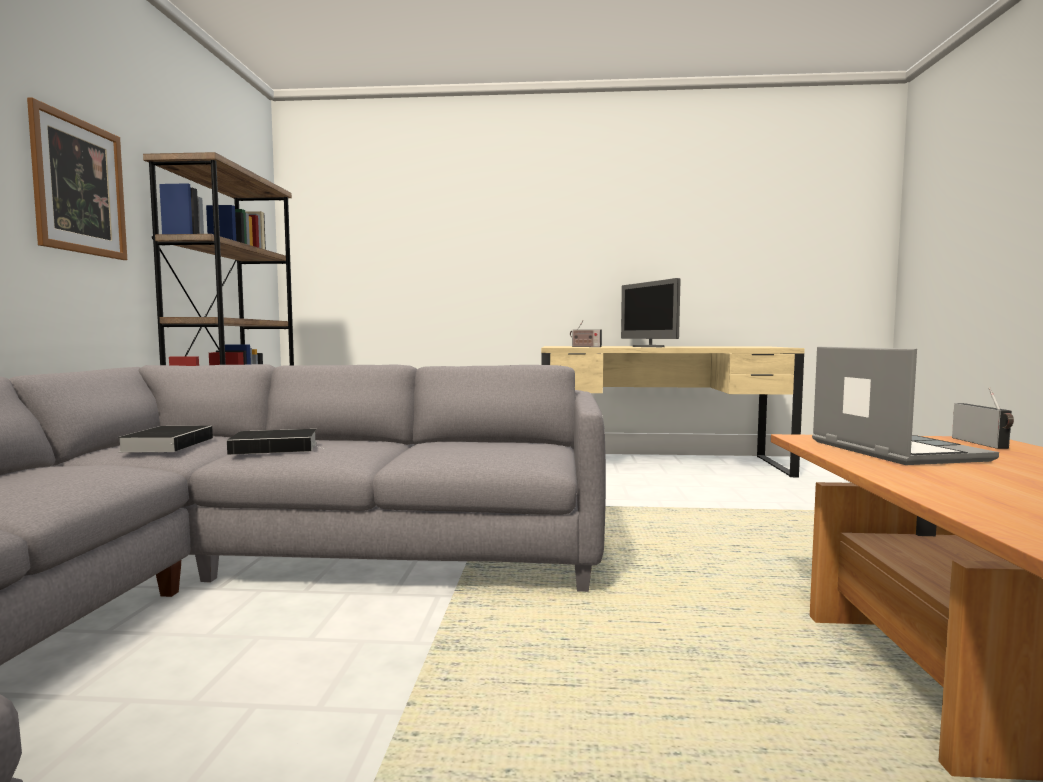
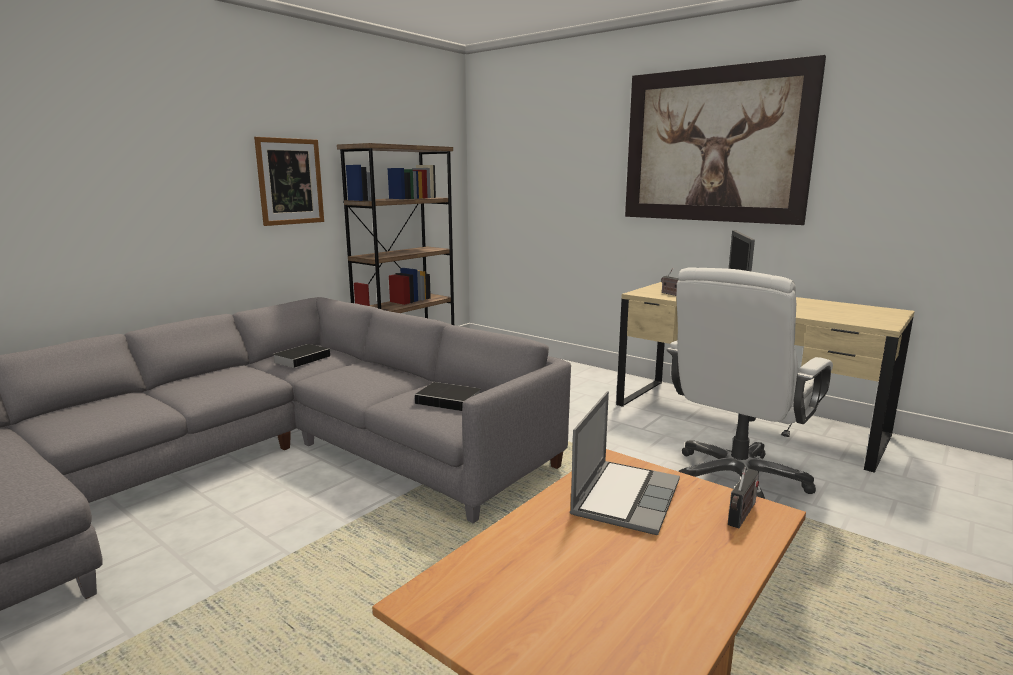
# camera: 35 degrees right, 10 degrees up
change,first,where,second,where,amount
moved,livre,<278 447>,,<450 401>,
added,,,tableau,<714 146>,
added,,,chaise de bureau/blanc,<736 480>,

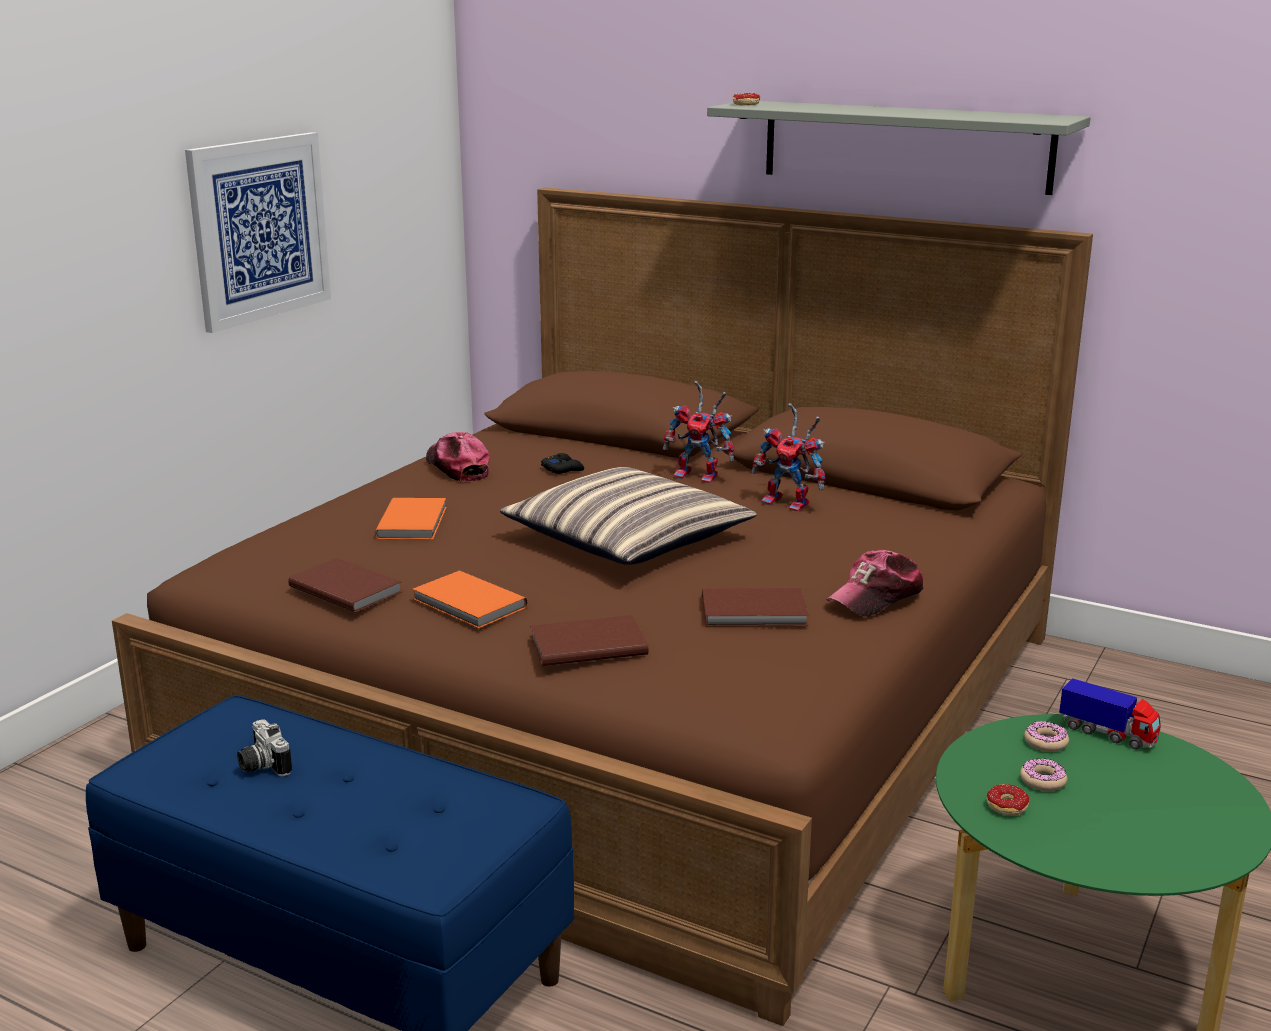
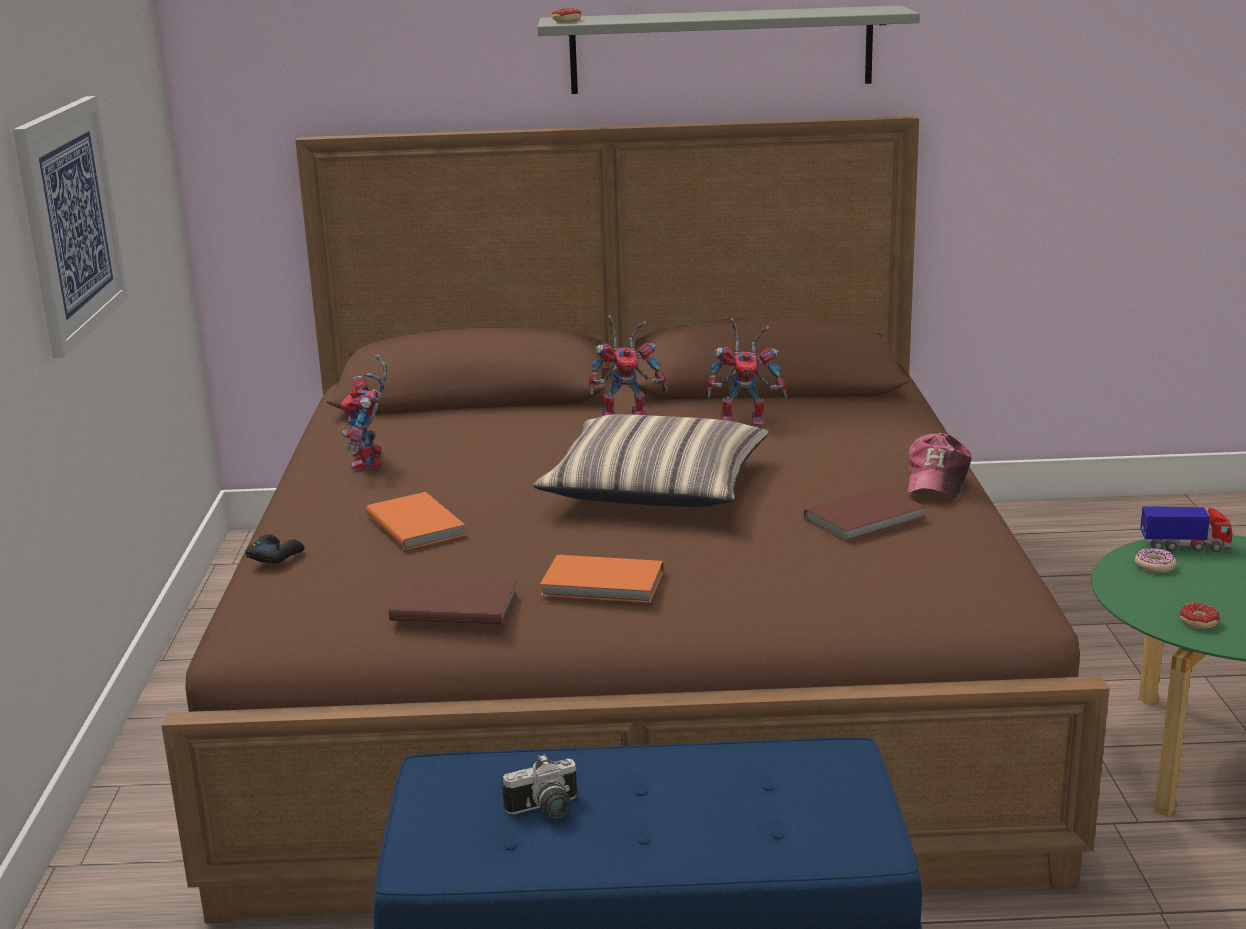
# camera: 30 degrees left, 0 degrees up
change,first,where,second,where,amount
turned,appareil photo,<261 766>,,<546 810>,45 degrees counterclockwise
replaced,casquette,<457 467>,robot jouet,<370 462>,
removed,livre/marron,<586 645>,,,
moved,manette/noir,<562 469>,,<275 555>,
removed,beignet,<1042 781>,,,

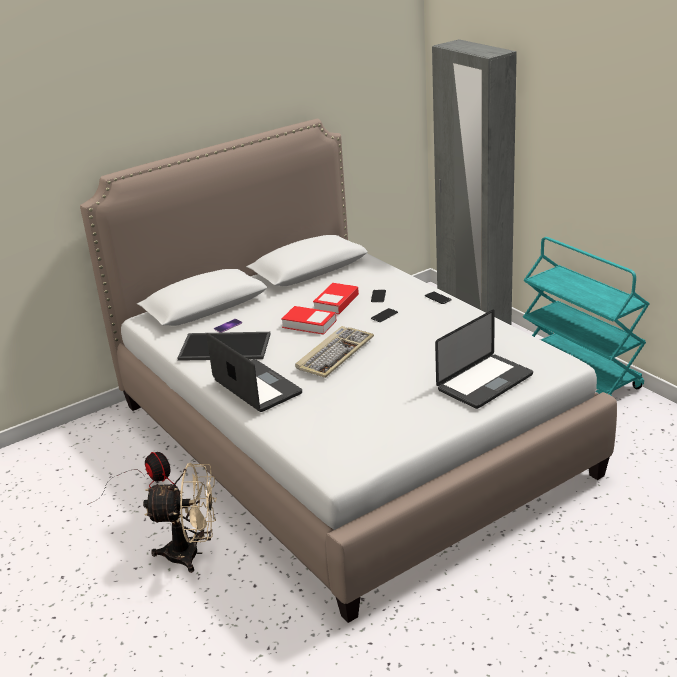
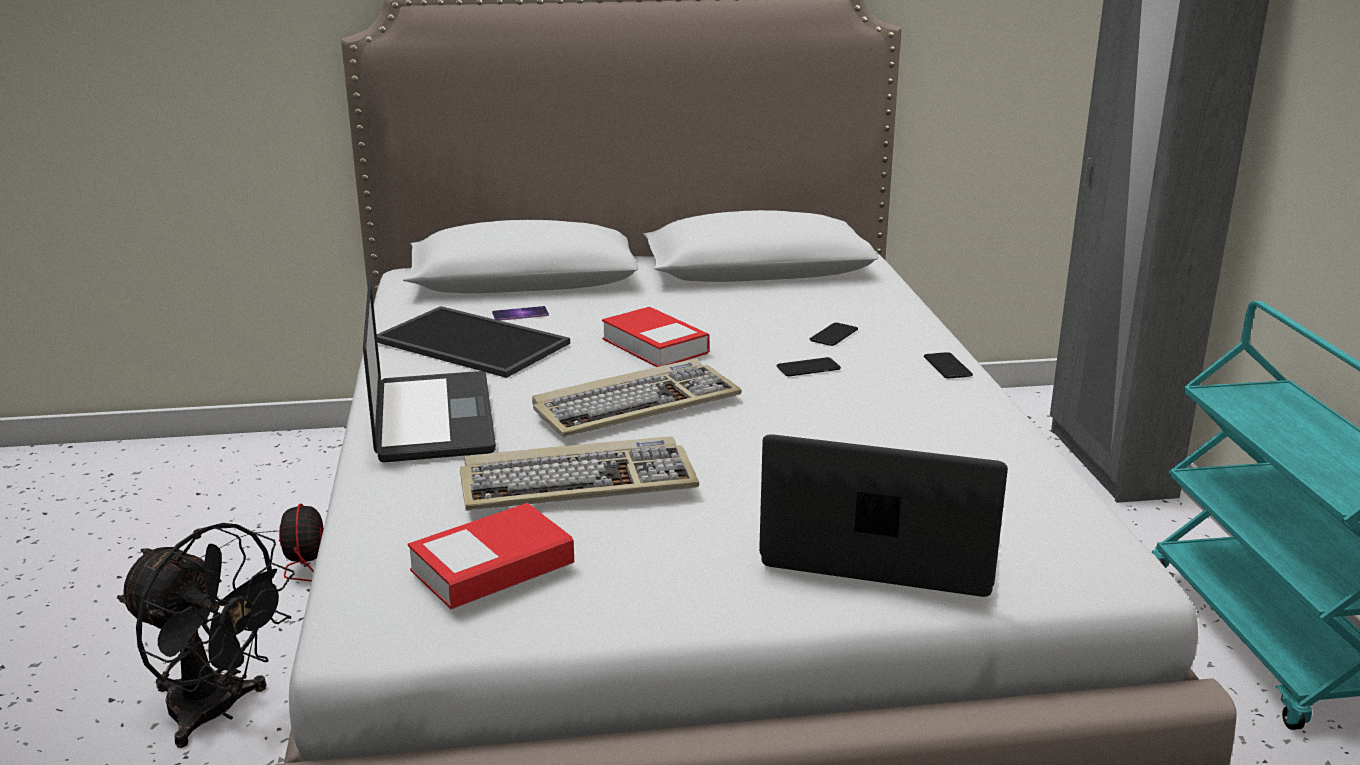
# camera: 25 degrees right, 5 degrees down
change,first,where,second,where,amount
recoloured,ventilateur/beige,<192 554>,ventilateur/noir,<217 712>,
moved,livre,<336 302>,,<492 567>,
turned,ordinateur portable,<485 382>,,<881 550>,150 degrees counterclockwise
added,,,clavier,<579 482>,

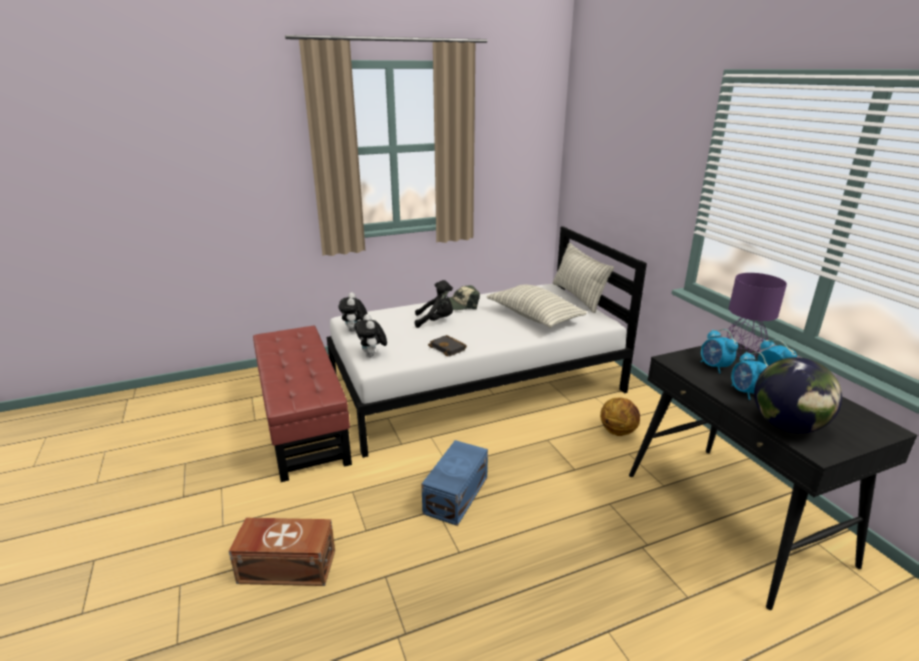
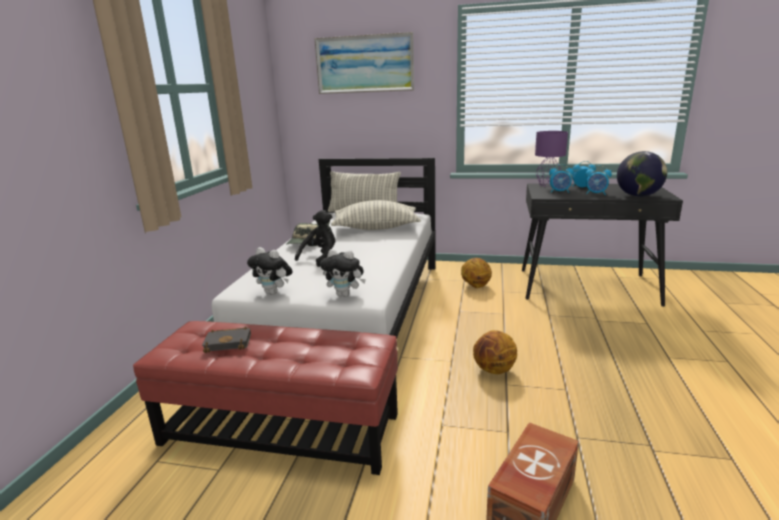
# camera: 55 degrees left, 5 degrees down
change,first,where,second,where,amount
replaced,boîte de rangement/bleu,<454 495>,ballon de basket,<494 370>,
moved,livre/noir,<449 348>,,<229 342>,
added,,,tableau,<365 64>,

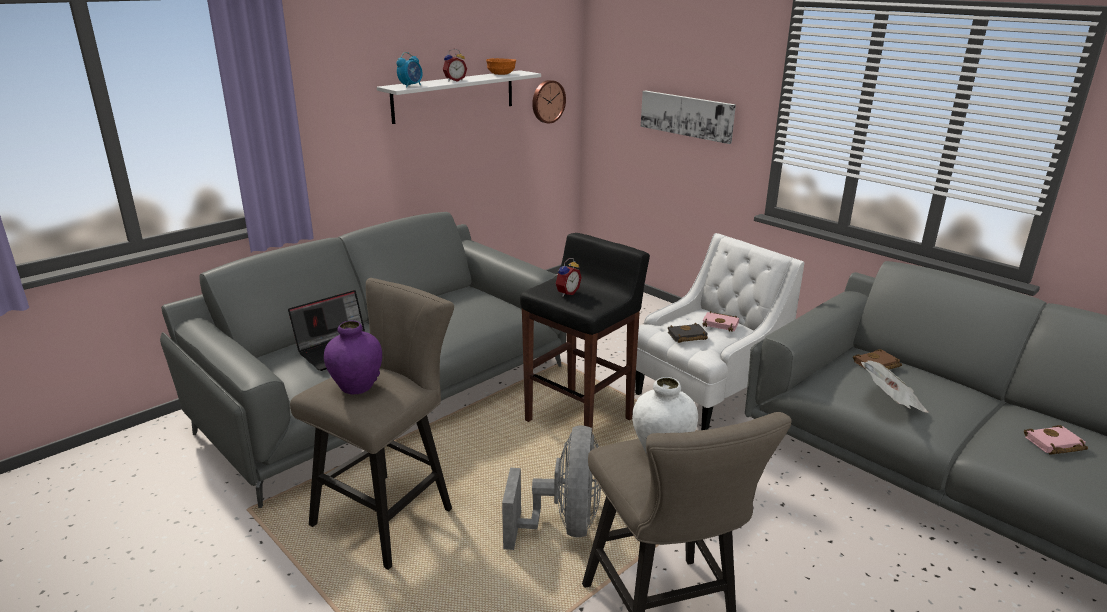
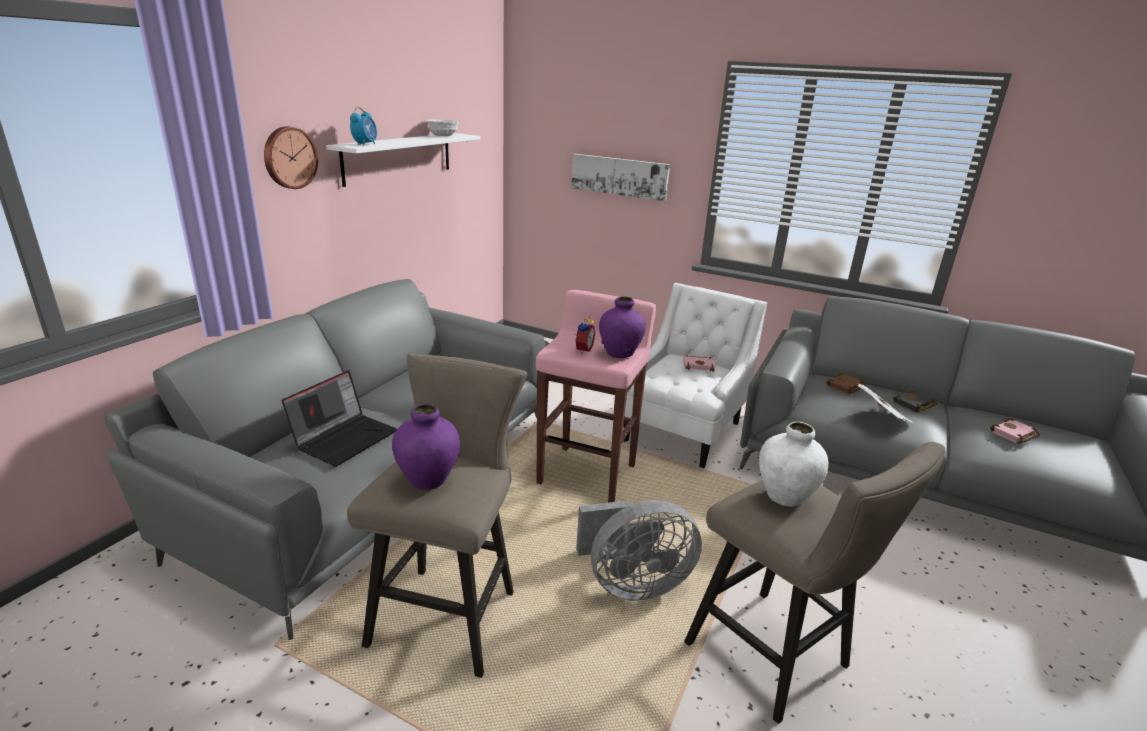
# camera: 20 degrees left, 0 degrees up
change,first,where,second,where,amount
removed,réveil,<454 80>,,,
recoloured,bol/orange,<501 74>,bol/blanc,<443 136>,
turned,ventilateur/gris,<564 525>,,<632 584>,90 degrees clockwise
recoloured,tabouret/noir,<580 419>,tabouret/rose,<588 473>,
moved,horloge murale,<547 101>,,<289 157>,
moved,livre/noir,<686 337>,,<914 405>,
added,,,vase/violet,<620 354>,

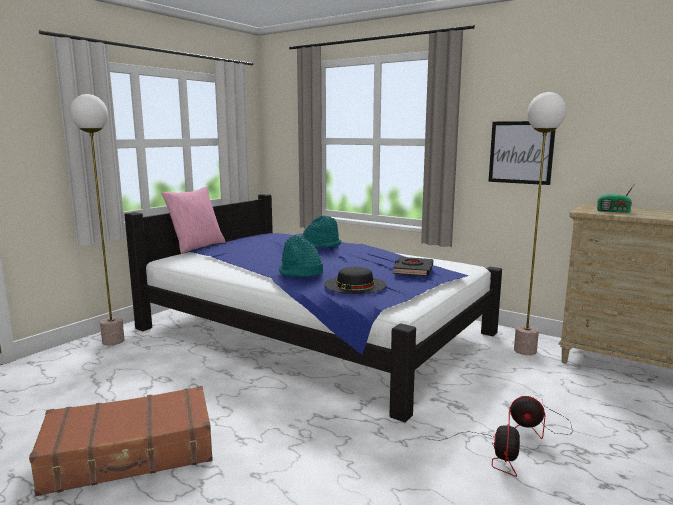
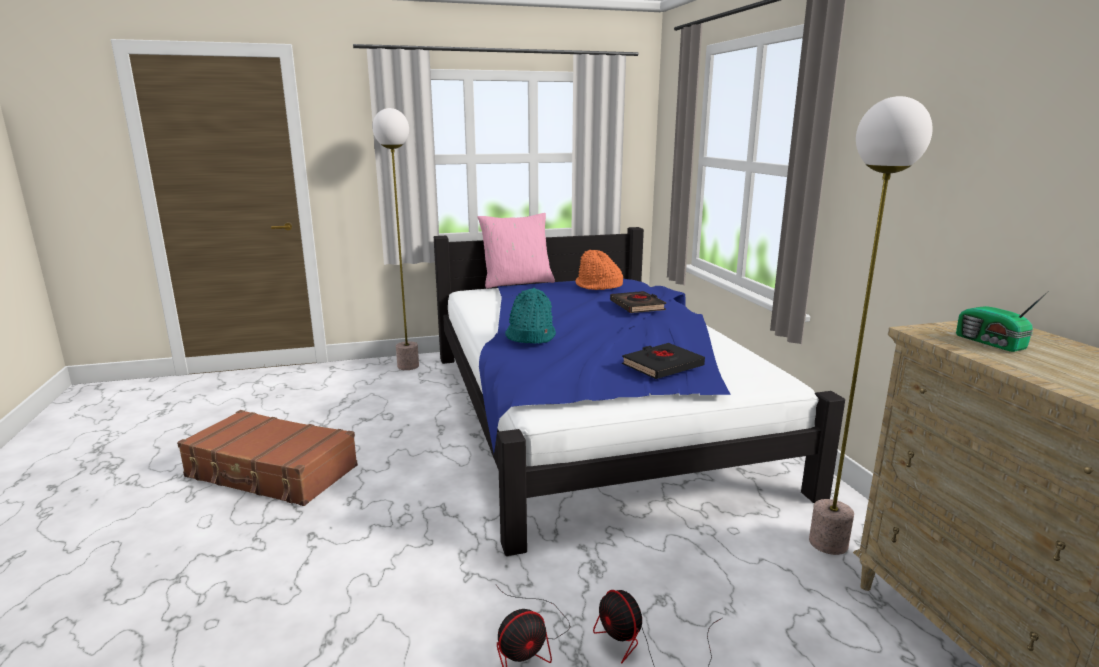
# camera: 40 degrees right, 5 degrees up
change,first,where,second,where,amount
replaced,chapeau/turquoise,<322 245>,livre/noir,<637 306>,
removed,chapeau/noir,<355 284>,,,
removed,tableau,<521 152>,,,
added,,,chapeau/orange,<598 286>,

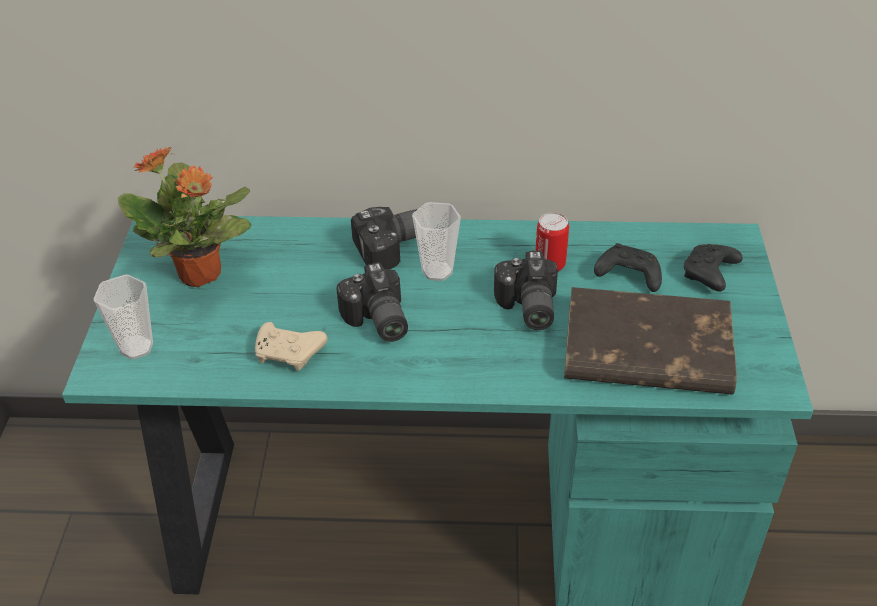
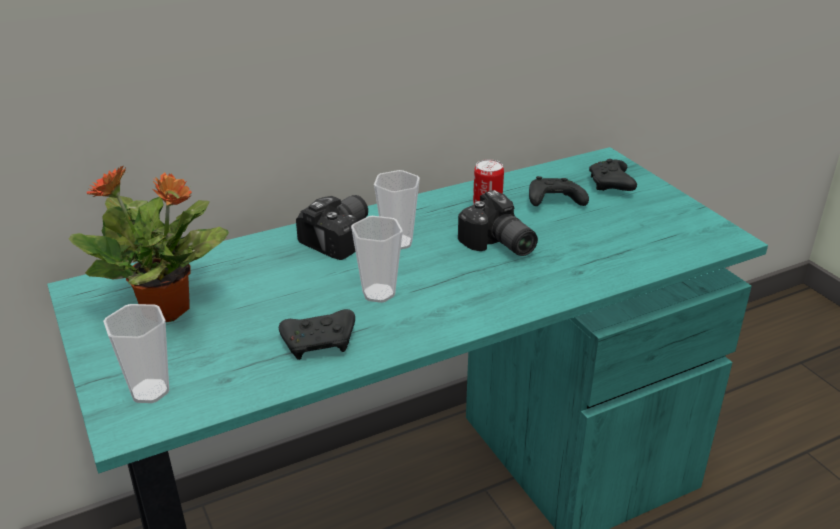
# camera: 30 degrees left, 10 degrees down
change,first,where,second,where,amount
recoloured,manette/beige,<290 354>,manette/noir,<320 343>,
replaced,appareil photo,<376 321>,tasse,<378 293>,
removed,livre/marron,<645 350>,,,

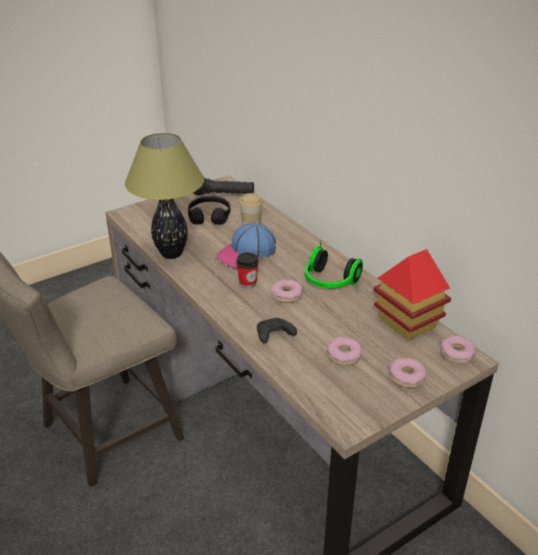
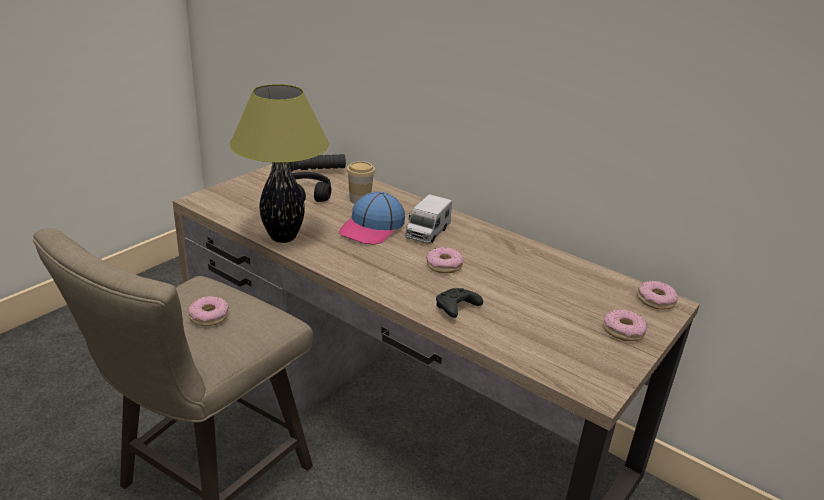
# camera: 20 degrees left, 5 degrees down
change,first,where,second,where,amount
removed,tasse,<247 283>,,,
removed,casque audio,<329 282>,,,
moved,beignet,<343 355>,,<208 316>,
removed,maison miniature,<407 323>,,,
added,,,camion jouet,<427 232>,

